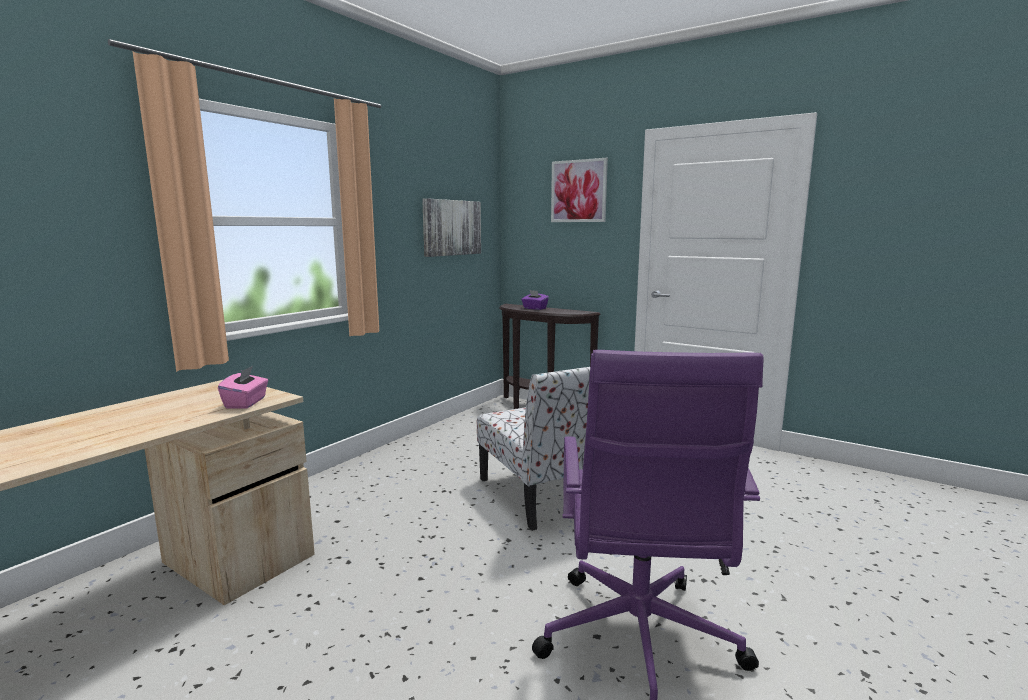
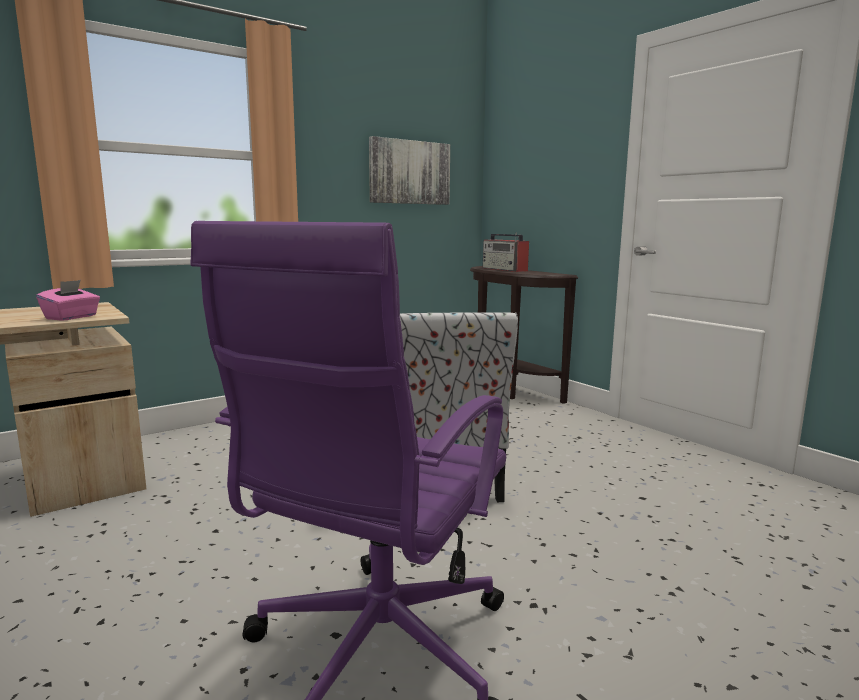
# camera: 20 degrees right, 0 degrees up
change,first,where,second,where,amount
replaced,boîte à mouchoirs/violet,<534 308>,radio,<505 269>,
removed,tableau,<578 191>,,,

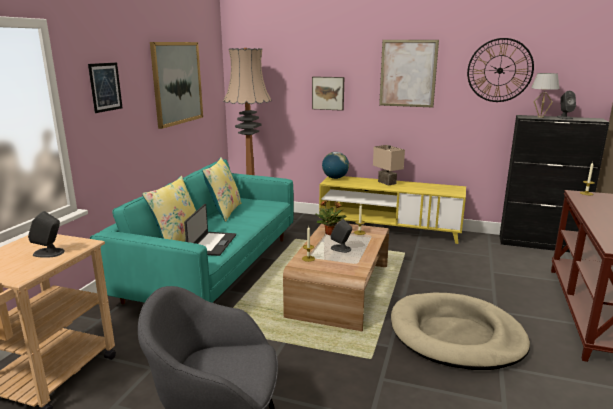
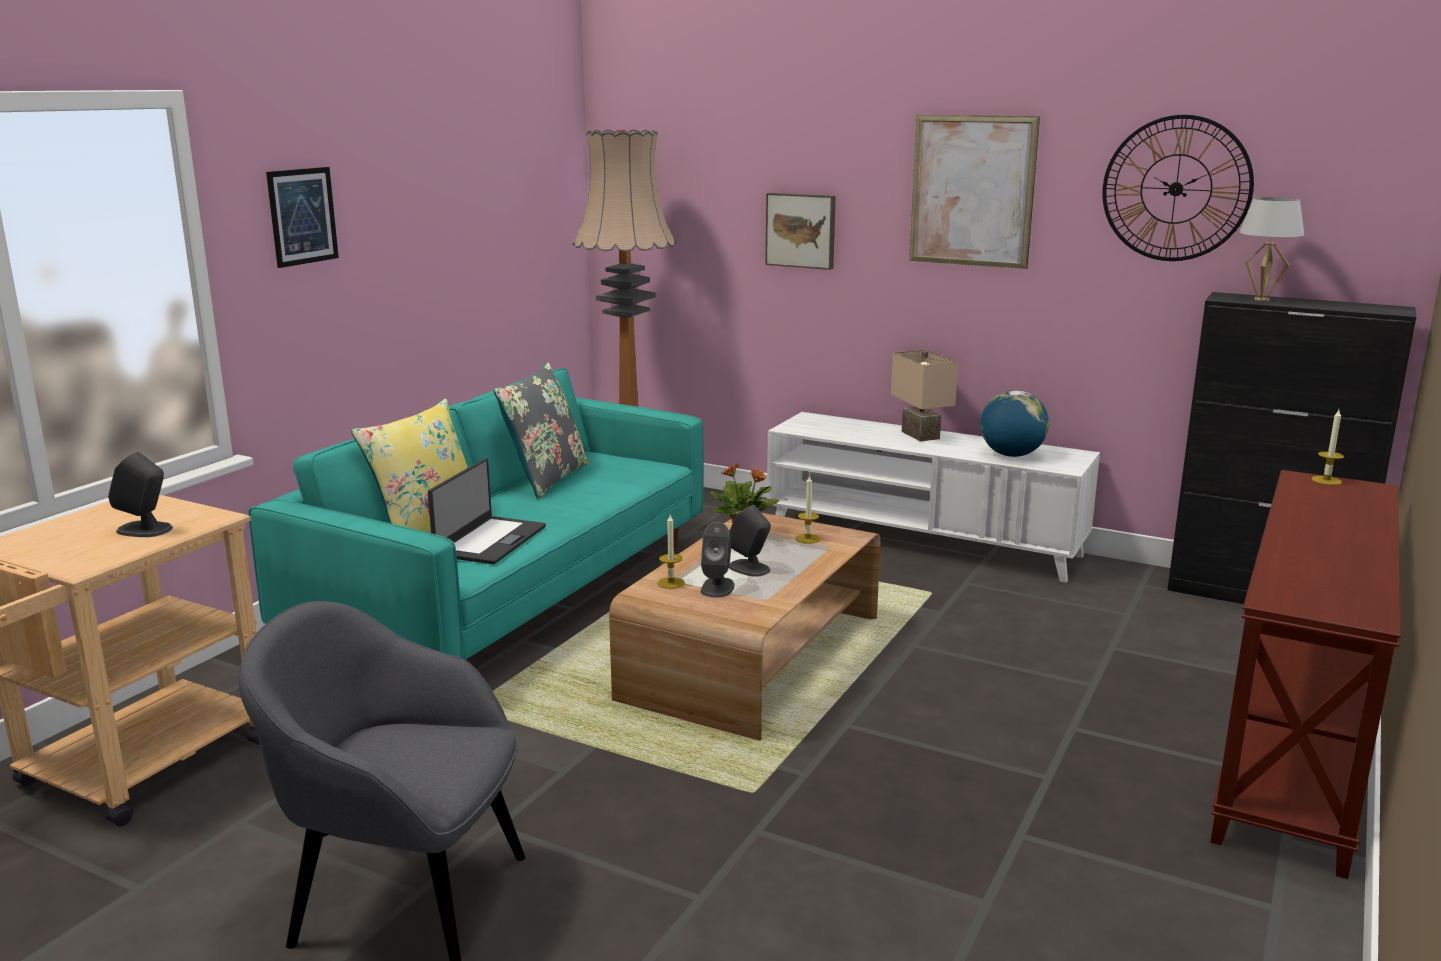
# camera: 10 degrees right, 0 degrees up
change,first,where,second,where,amount
removed,tableau,<177 83>,,,
recoloured,coussin/jaune,<224 212>,coussin/gris,<545 479>,
recoloured,meuble télé/jaune,<389 229>,meuble télé/blanc,<923 541>,
moved,globe,<335 178>,,<1011 455>,
removed,panier pour chien/beige,<456 335>,,,
moved,enceinte/gris,<564 117>,,<717 587>,

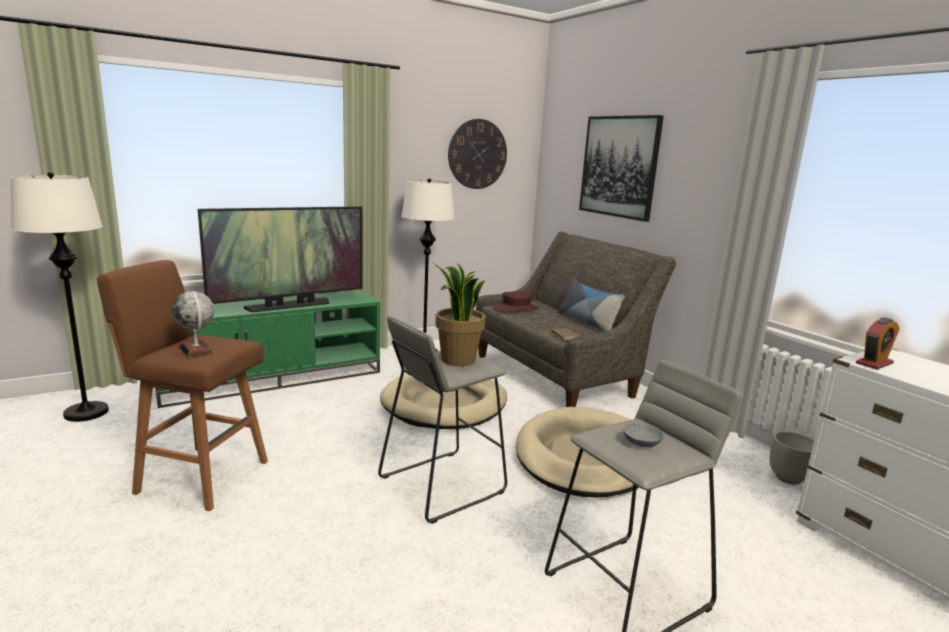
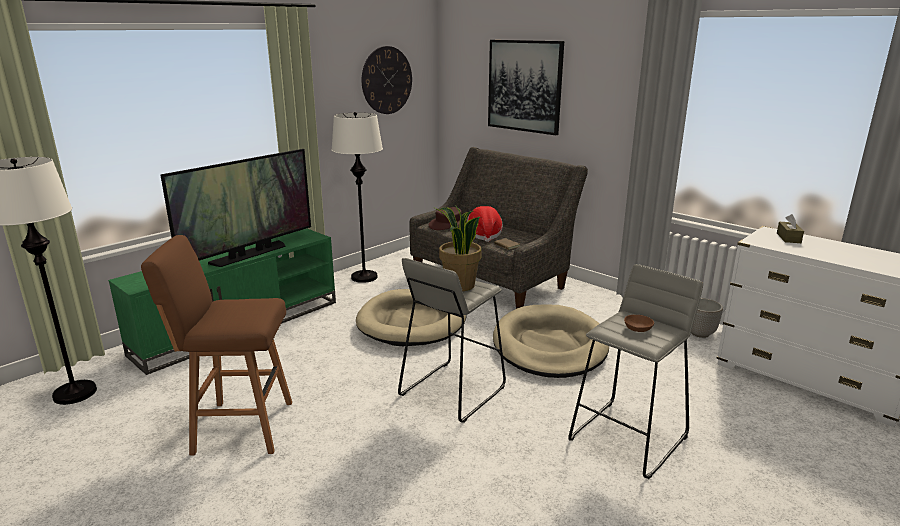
# camera: 15 degrees left, 5 degrees up
change,first,where,second,where,amount
removed,globe,<196 350>,,,
removed,coussin,<587 322>,,,
recoloured,bol/gris,<641 443>,bol/marron,<638 329>,
removed,réveil,<874 363>,,,
added,,,chapeau,<484 235>,
added,,,boîte à mouchoirs/marron,<788 238>,

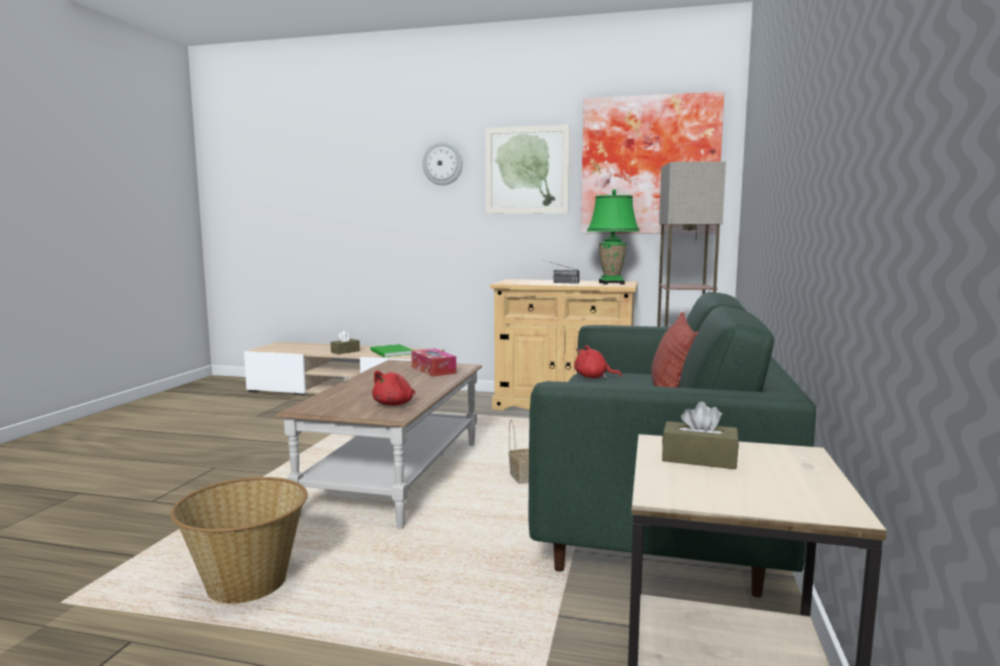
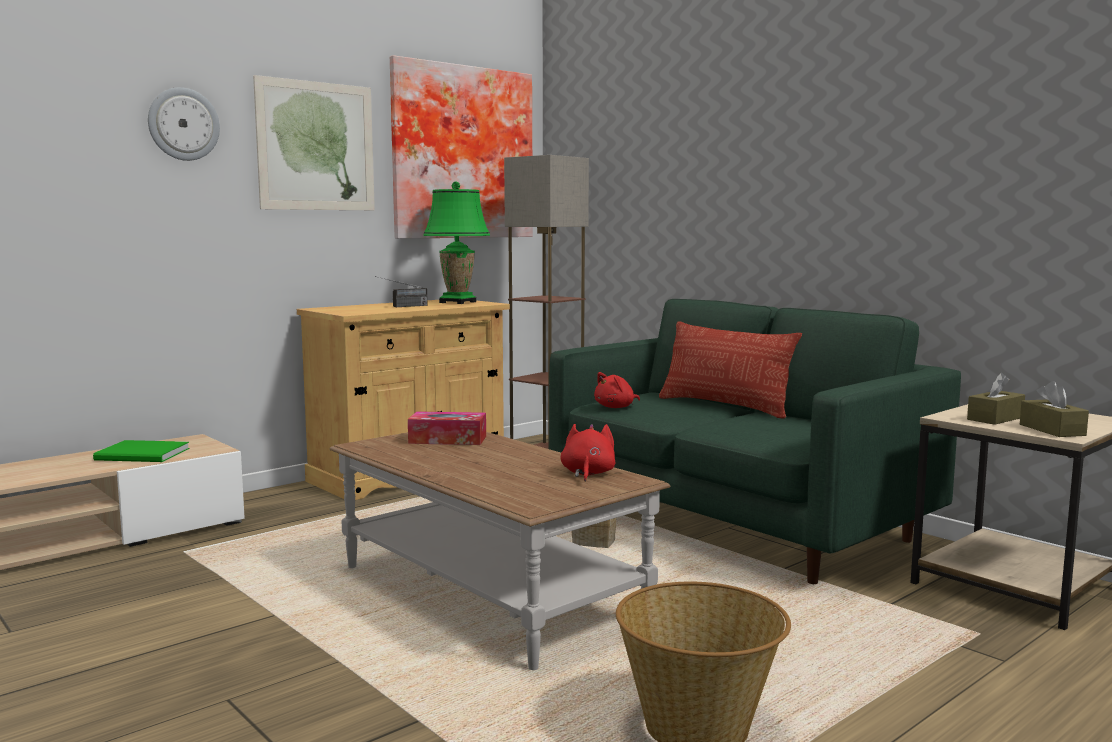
# camera: 55 degrees left, 0 degrees up
change,first,where,second,where,amount
moved,boîte à mouchoirs/marron,<345 351>,,<1052 430>,
turned,peluche/rouge,<395 404>,,<587 474>,150 degrees counterclockwise

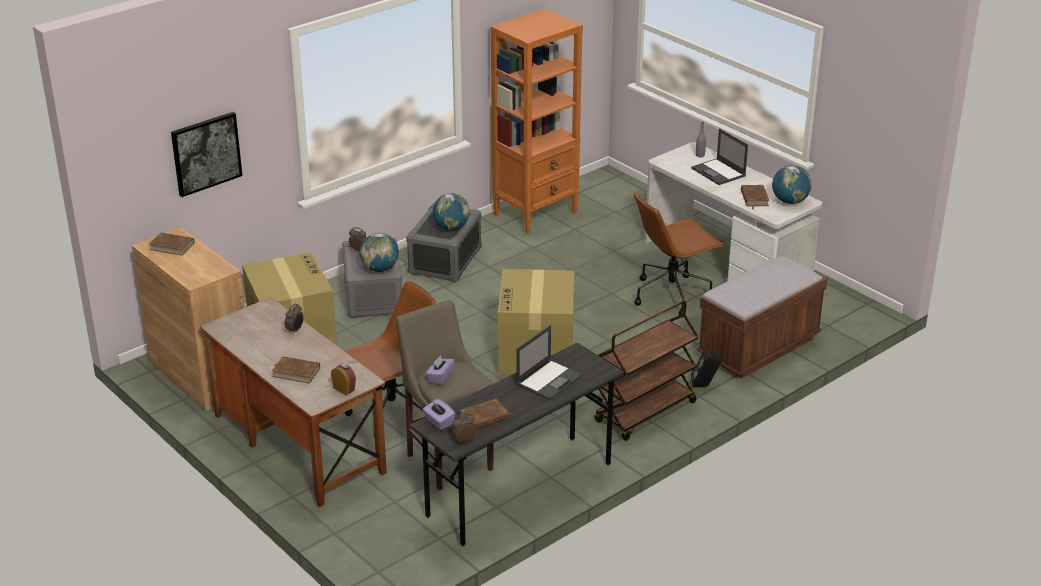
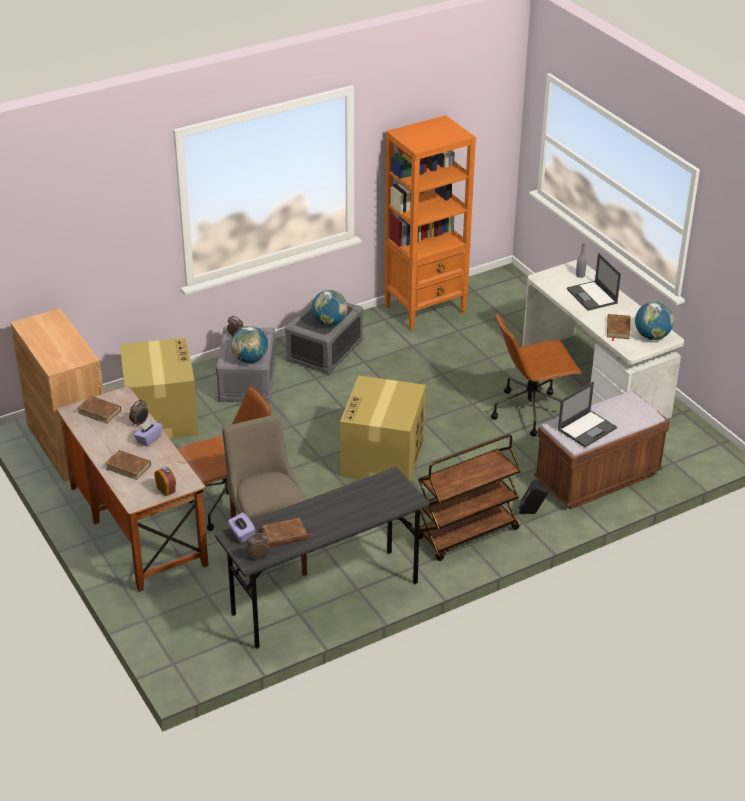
# camera: 10 degrees right, 5 degrees up
change,first,where,second,where,amount
moved,livre/marron,<172 246>,,<99 411>,
removed,tableau,<206 153>,,,
moved,boîte à mouchoirs/violet,<440 378>,,<148 439>,
moved,ordinateur portable,<549 380>,,<587 428>,

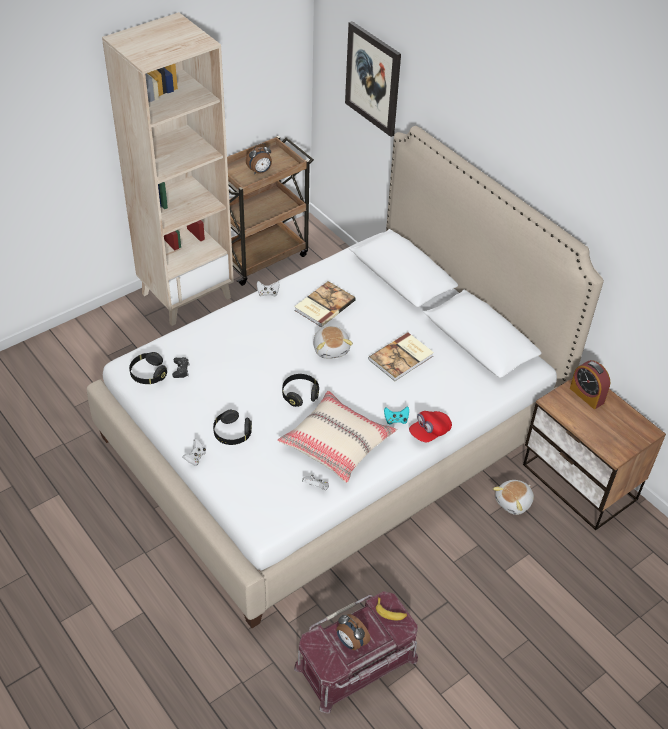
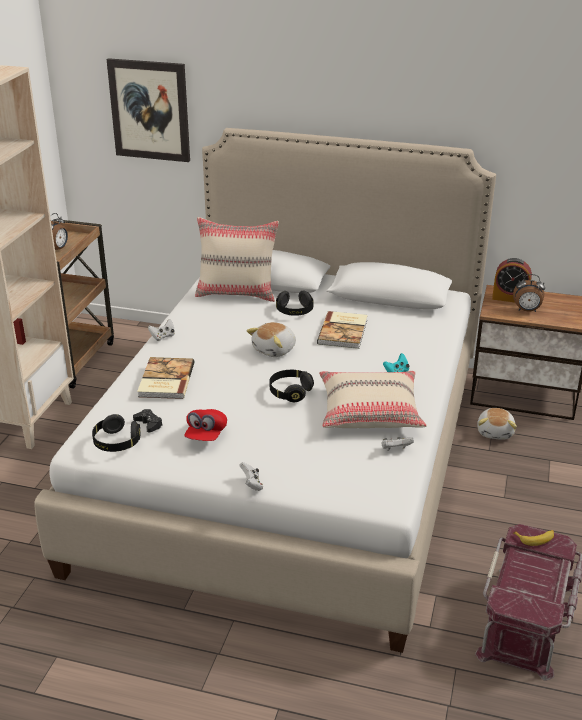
# camera: 35 degrees left, 15 degrees down
change,first,where,second,where,amount
moved,casque audio/noir,<232 434>,,<294 311>,
moved,livre,<323 305>,,<165 380>,
turned,peluche,<331 349>,,<275 350>,90 degrees clockwise
moved,réveil,<351 642>,,<526 310>,
moved,casquette/rouge,<429 432>,,<206 435>,
added,,,coussin/beige,<237 293>,

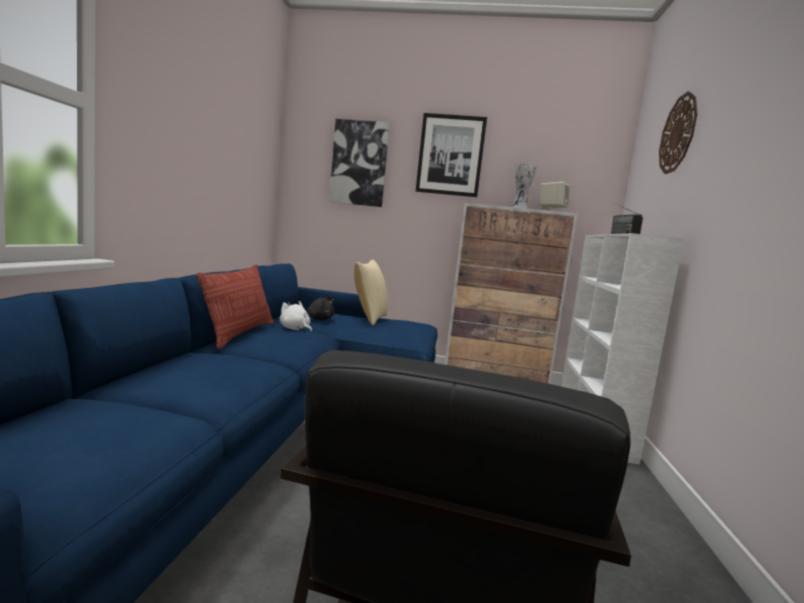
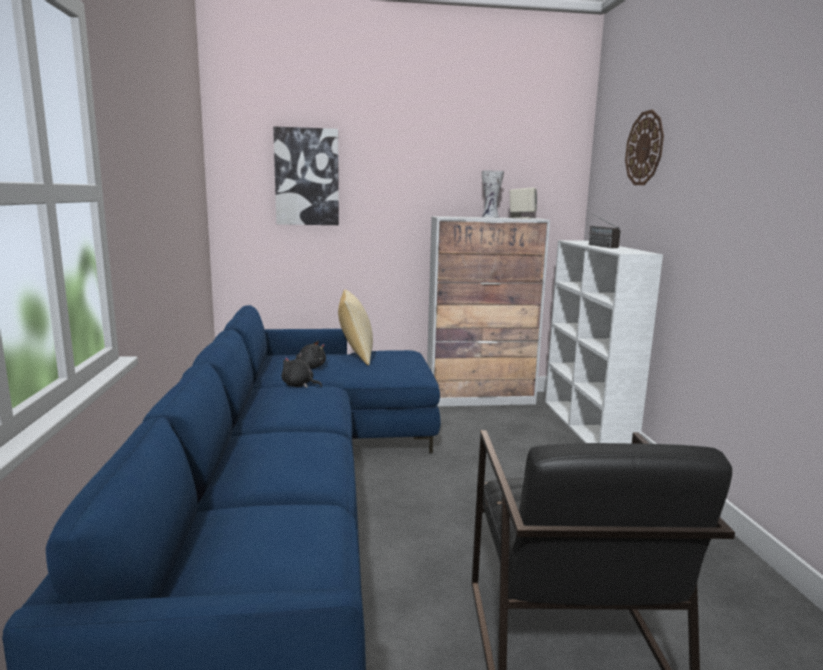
# camera: 15 degrees left, 5 degrees up
change,first,where,second,where,amount
removed,coussin,<240 333>,,,
recoloured,peluche/blanc,<295 329>,peluche/noir,<299 385>,
removed,tableau,<450 155>,,,

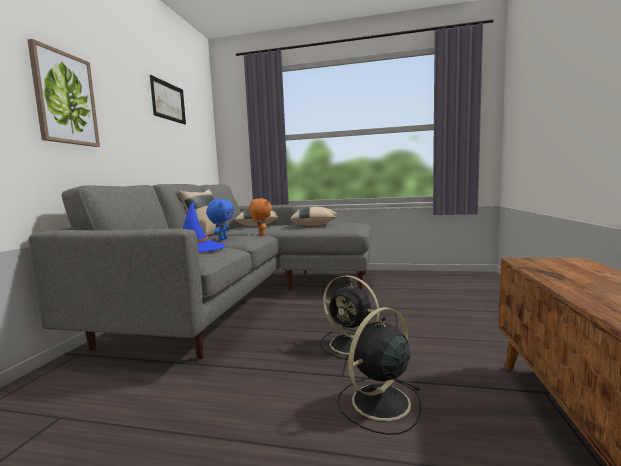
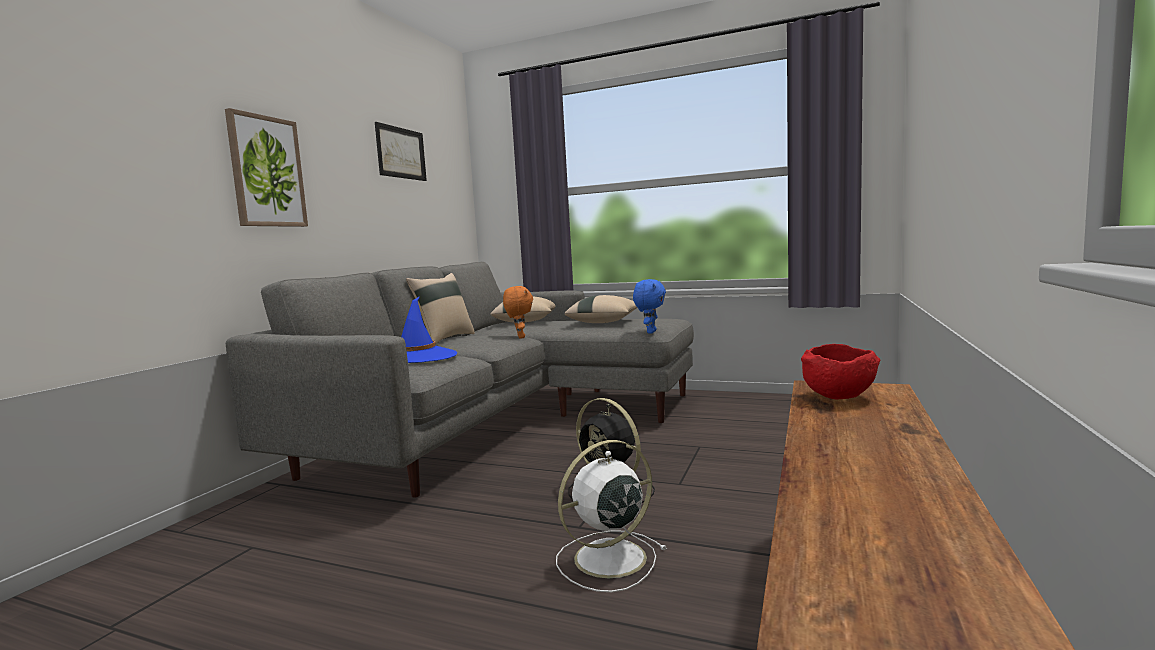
# camera: 10 degrees right, 0 degrees up
change,first,where,second,where,amount
moved,peluche/bleu,<222 239>,,<650 332>,
recoloured,ventilateur/noir,<379 403>,ventilateur/blanc,<607 559>,
added,,,bol/rouge,<839 397>,

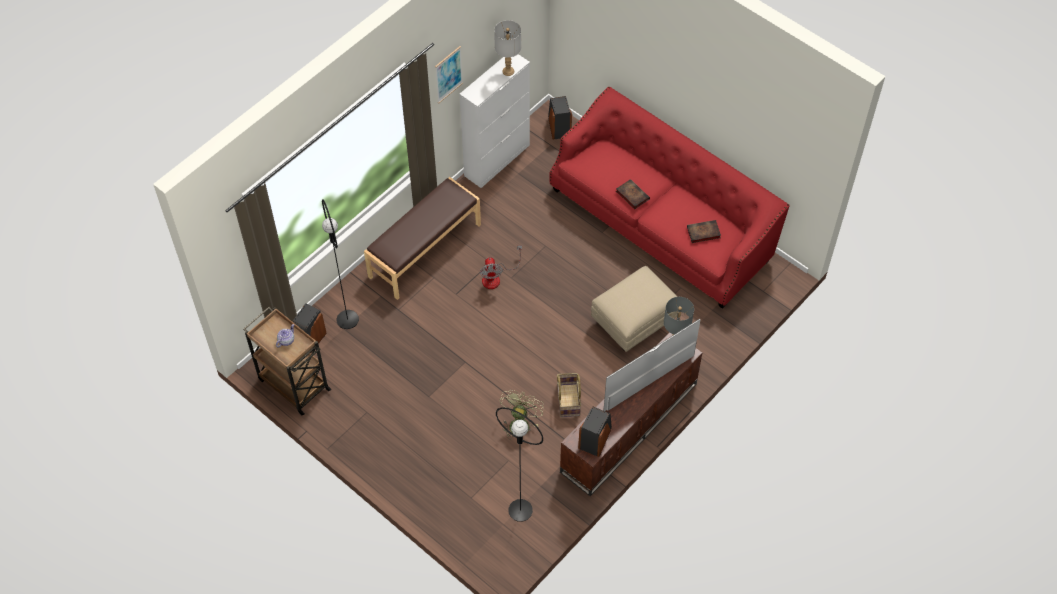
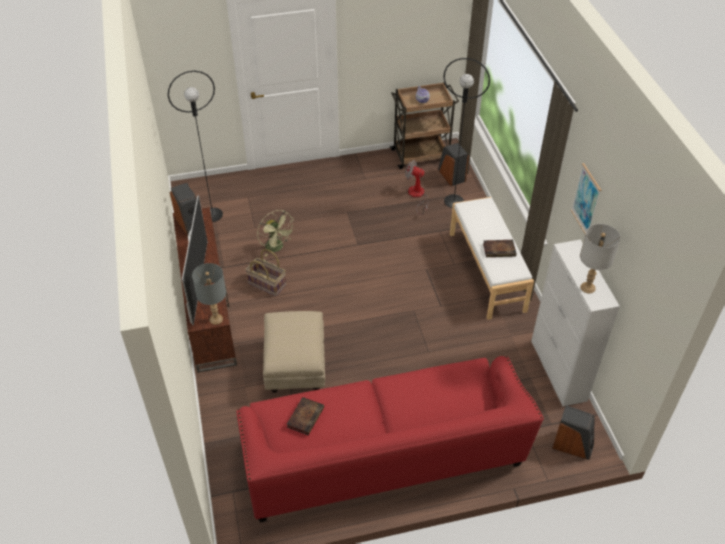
# camera: 125 degrees right, 10 degrees down
change,first,where,second,where,amount
recoloured,banc/marron,<424 250>,banc/blanc,<487 271>,
moved,ventilateur,<496 277>,,<417 196>,
moved,livre,<631 195>,,<500 250>,

